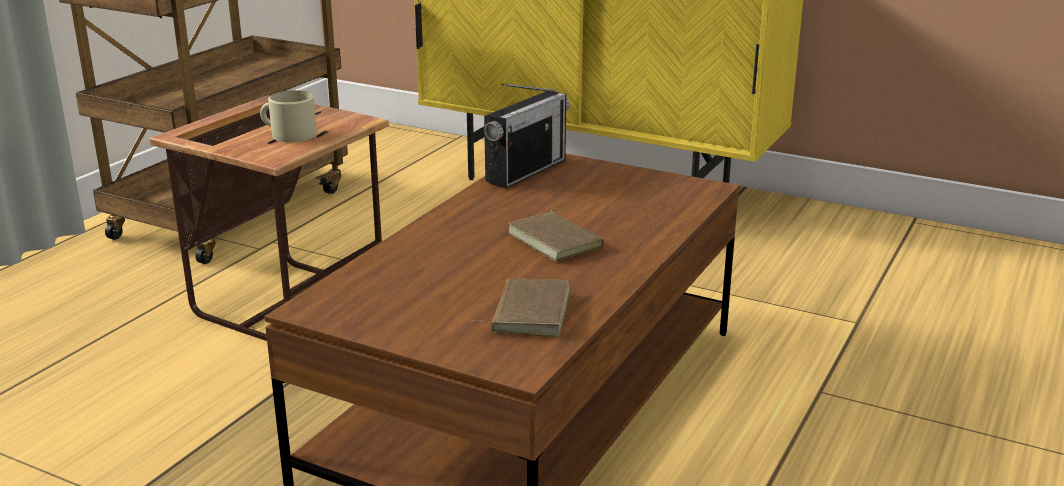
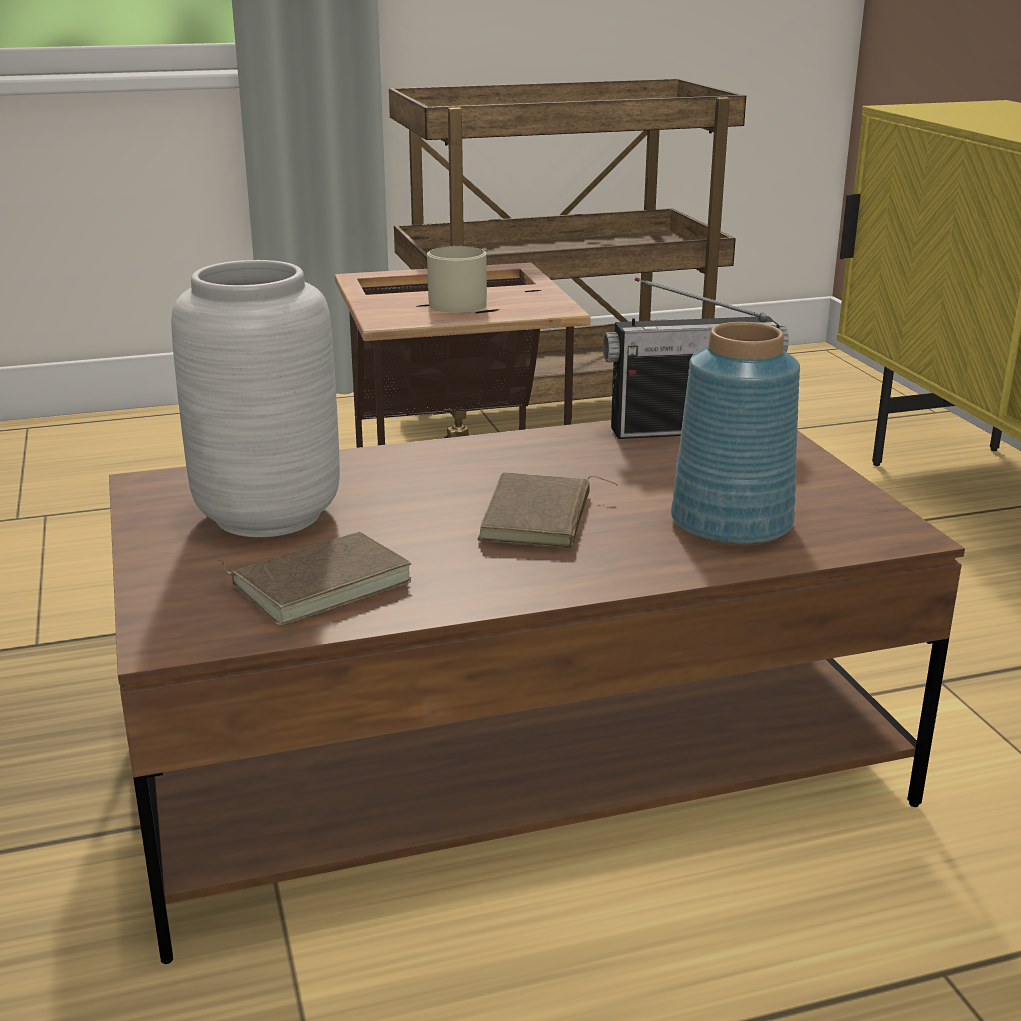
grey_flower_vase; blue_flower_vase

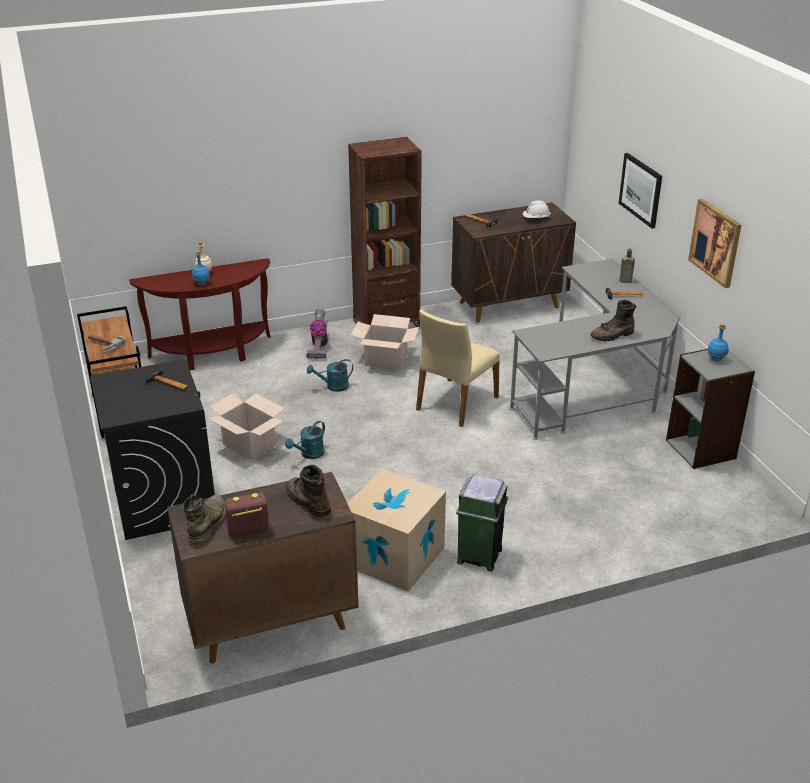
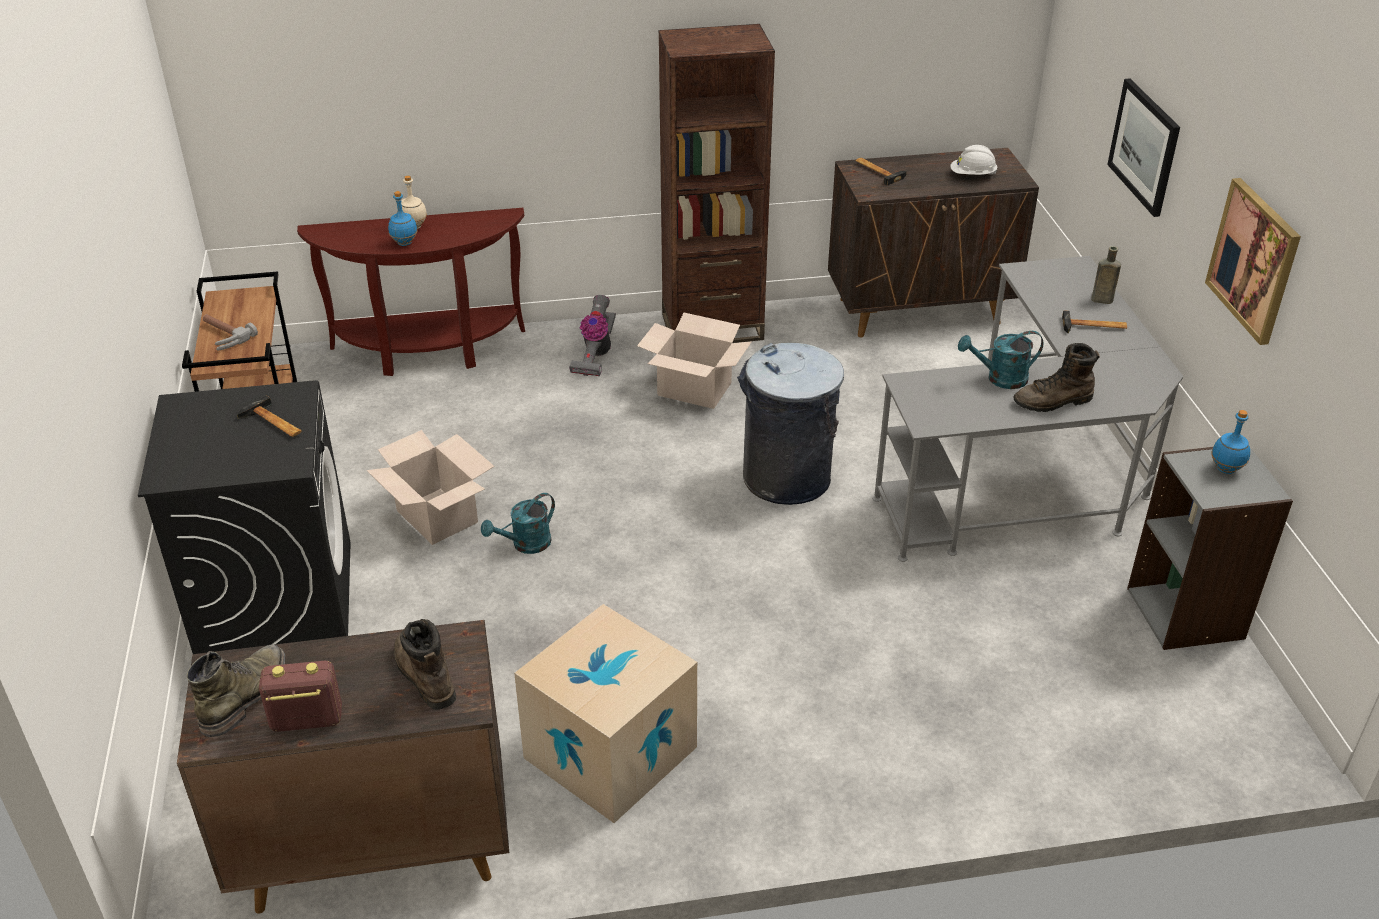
grey_trash_can; blue-green_watering_can (2nd from left); greenish_trash_can

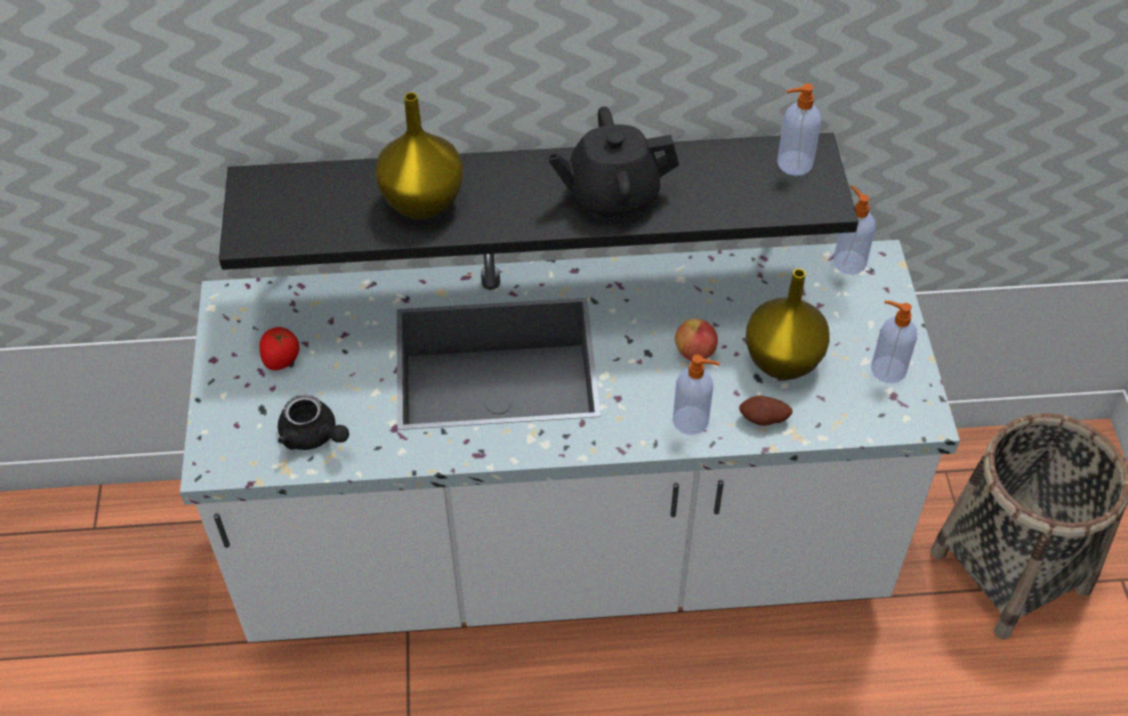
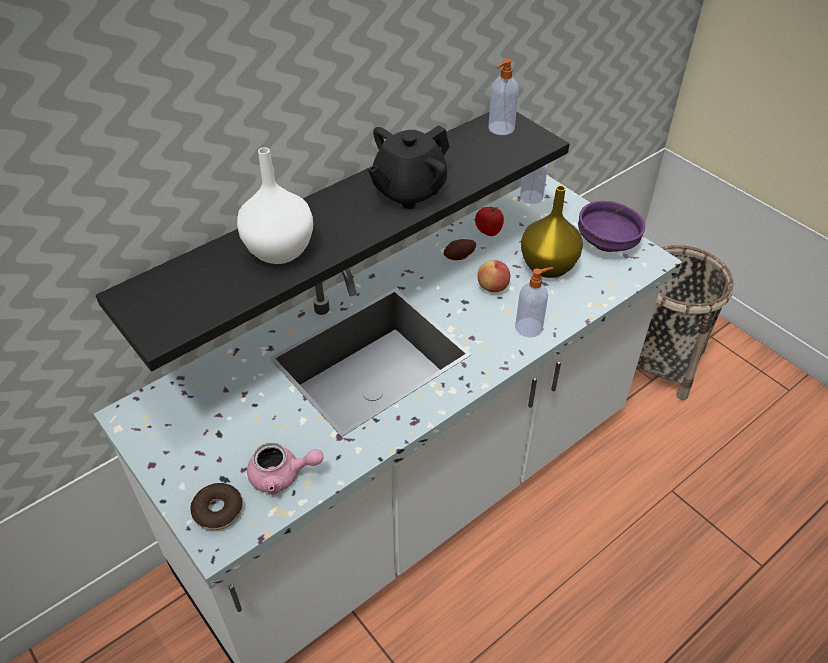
donut; white-coloured_flower_vase; pinkish_pot_for_tea; potato; tomato; purple-coloured_bowl

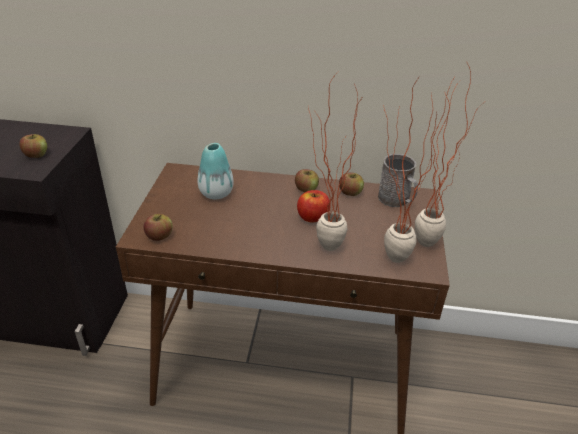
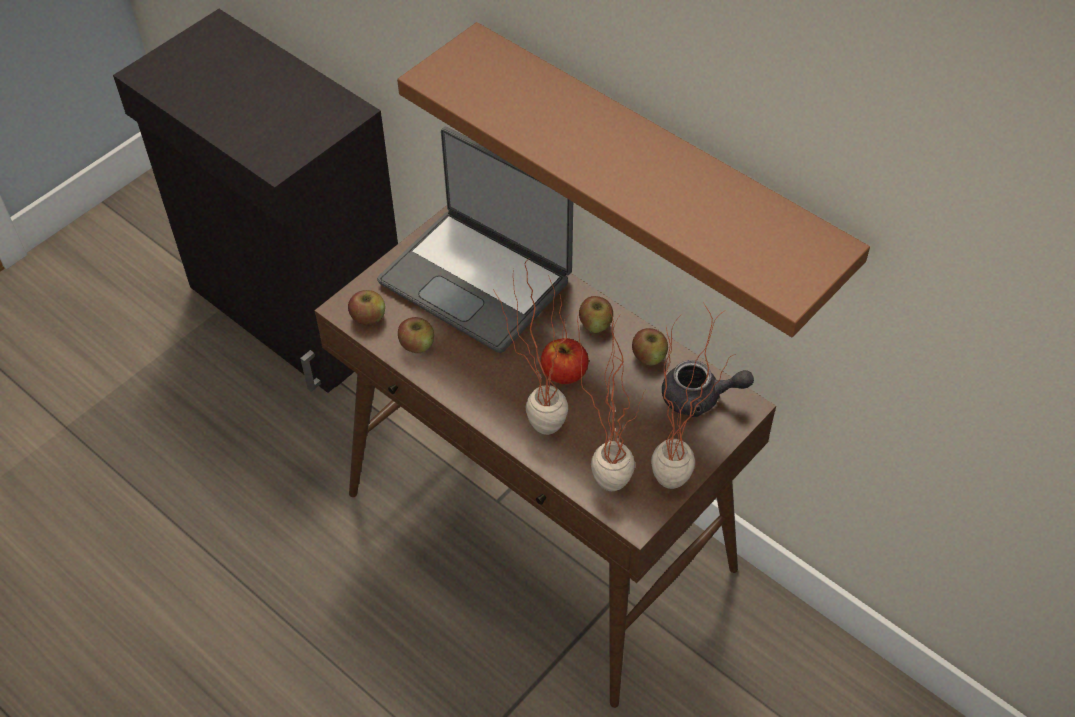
notebook_computer; brown-coloured_wall_shelf; apple (2nd from left); grey_pot_for_tea

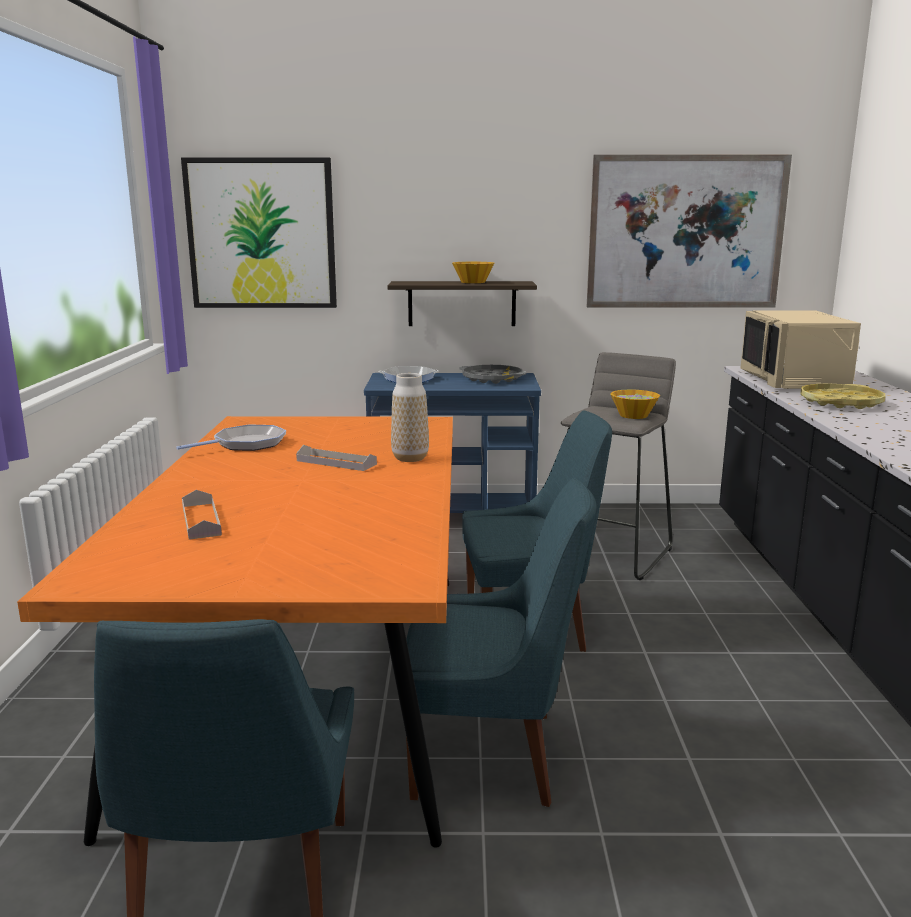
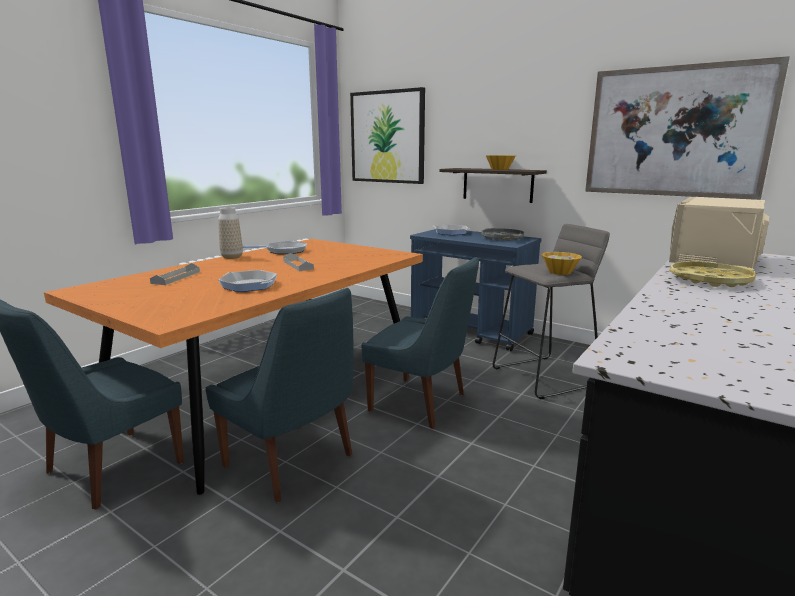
flower_vase; frying_pan (1st from left)

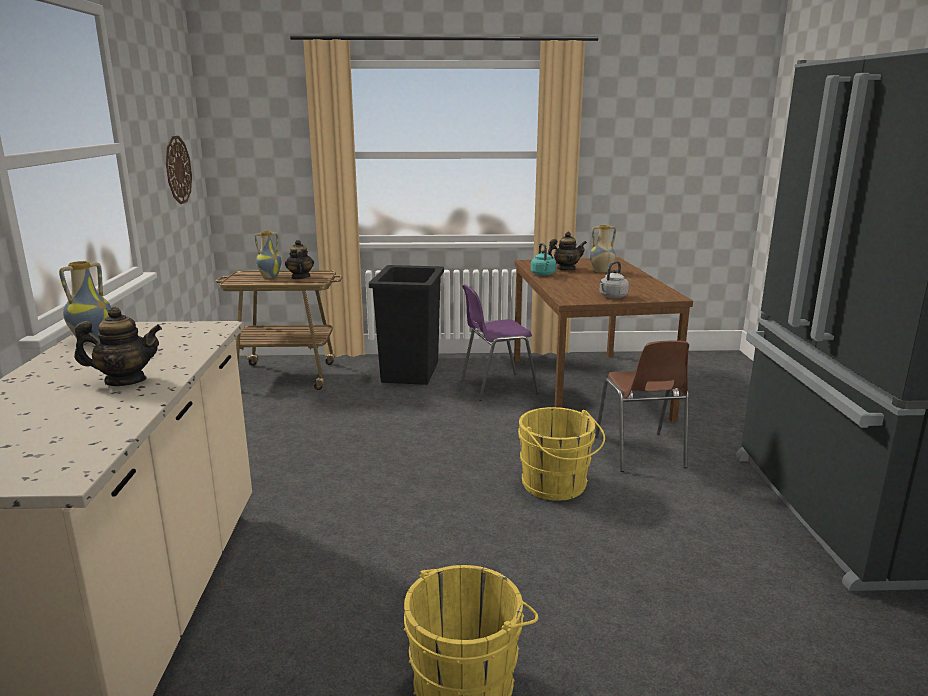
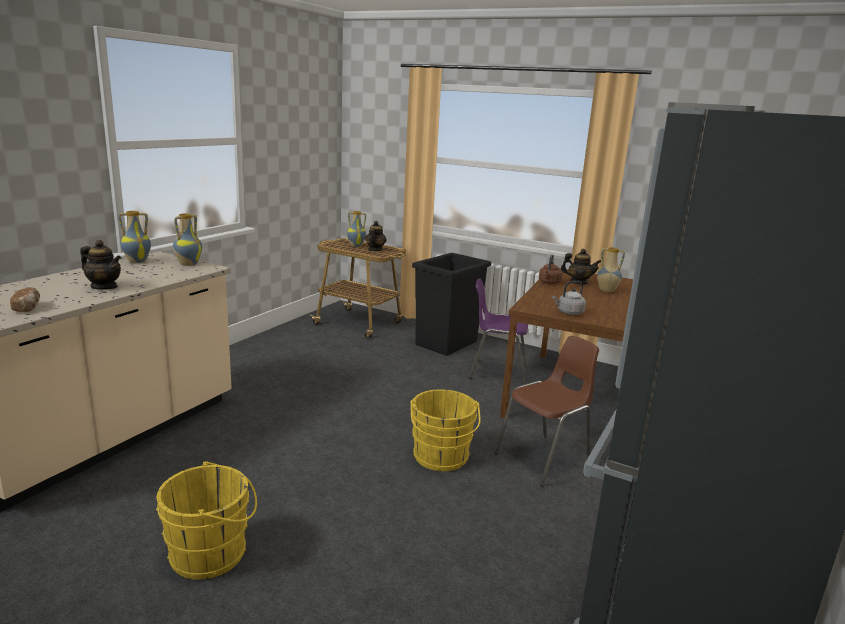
baked_bread; flower_vase (2nd from left); brown-coloured_plain_chair; brown-coloured_tea_kettle; hanging_clock

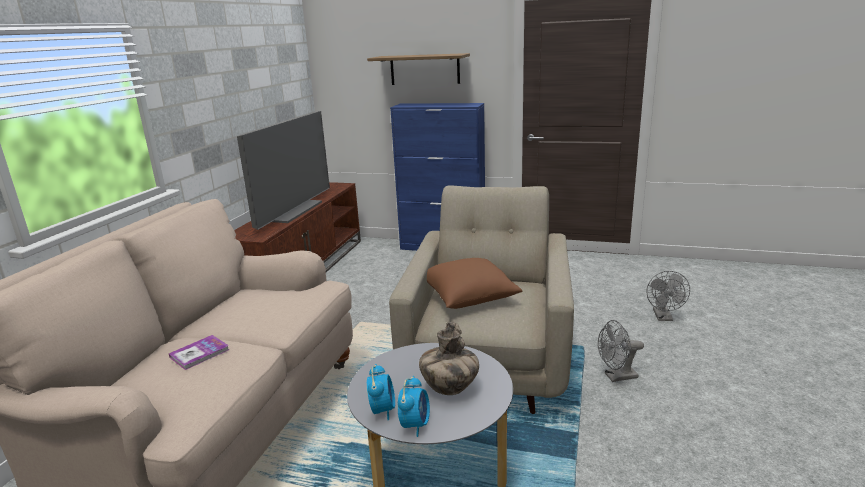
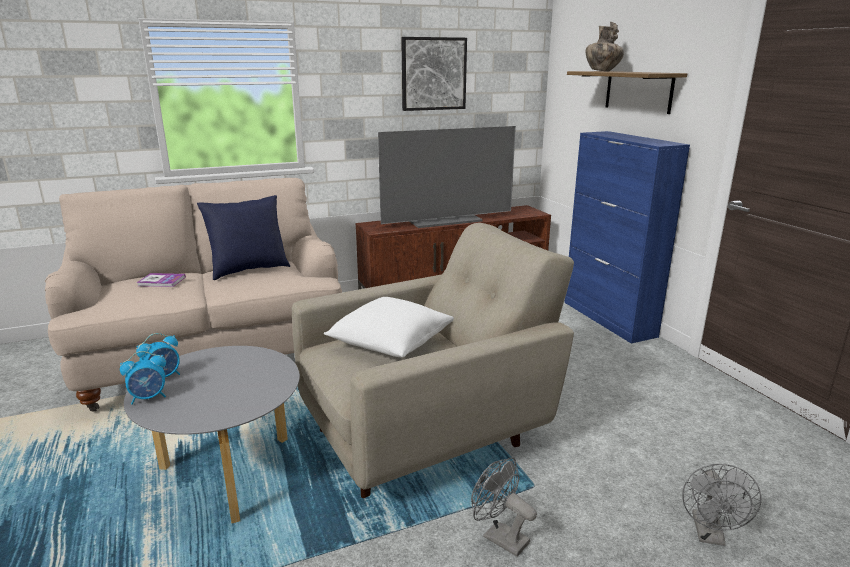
blue_pillow; white-coloured_pillow; wall_picture; flower_vase; grey_cooling_fan (2nd from left)

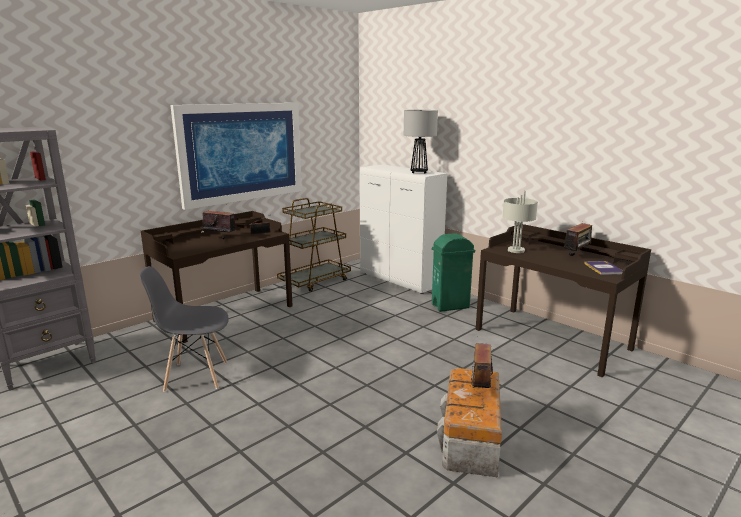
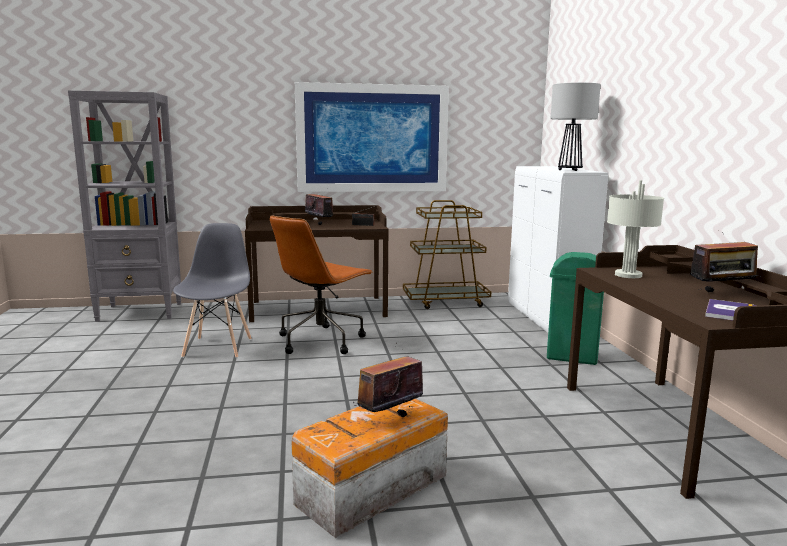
grey_plain_chair; brown-coloured_desk_chair

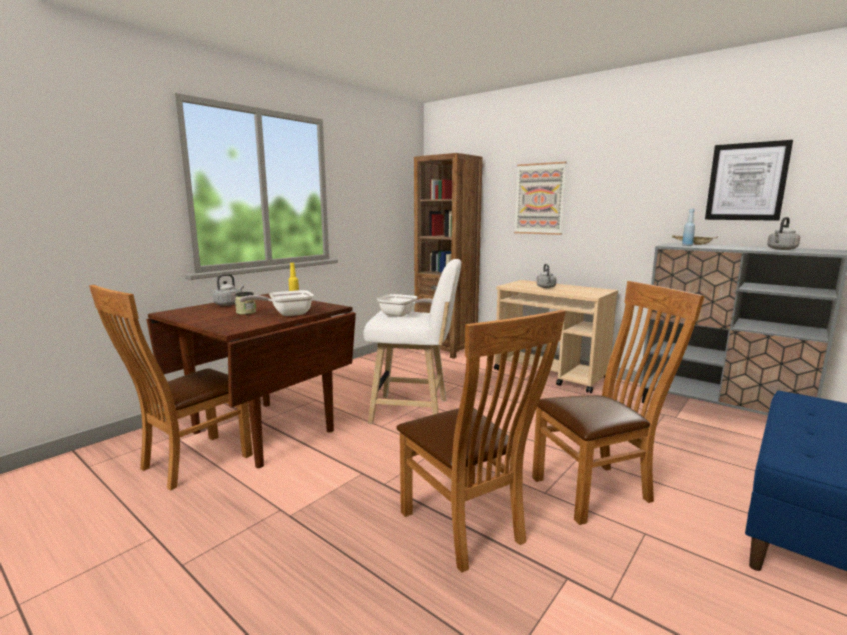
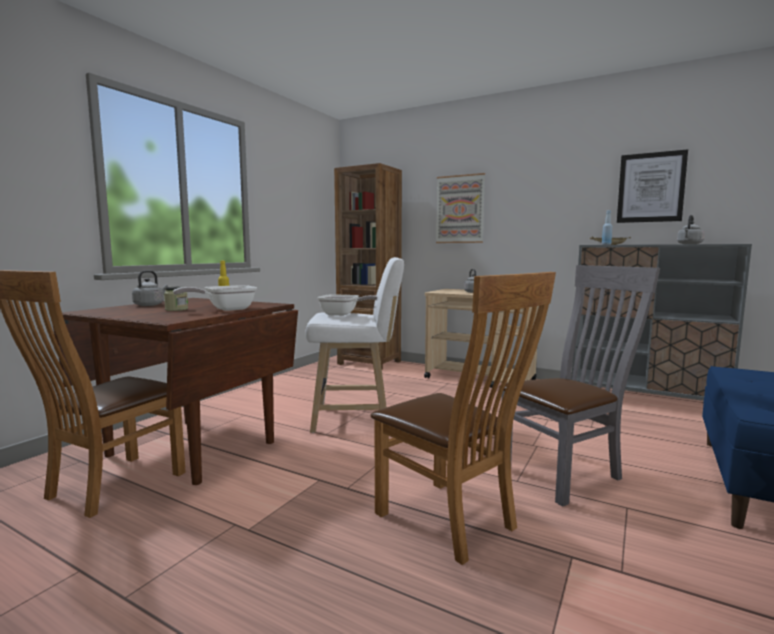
grey_plain_chair

